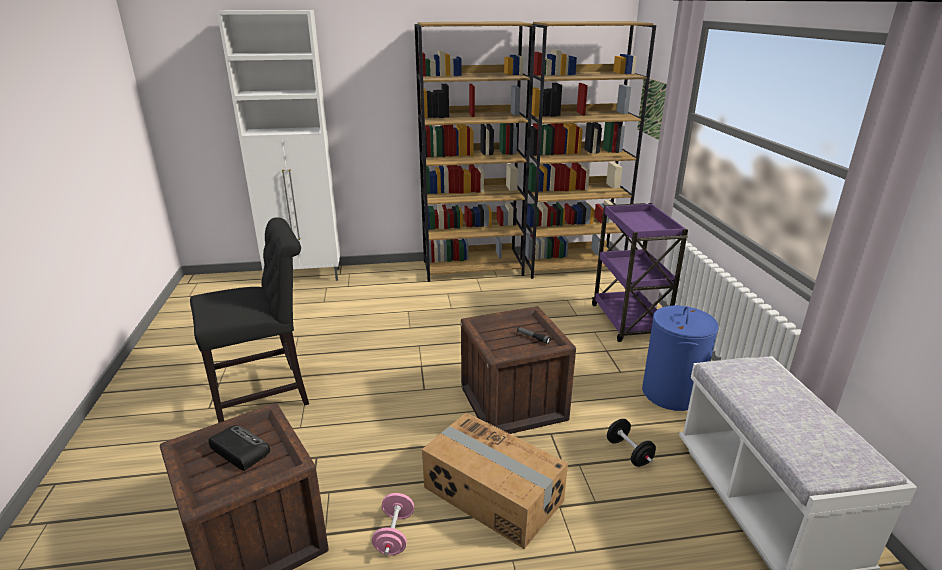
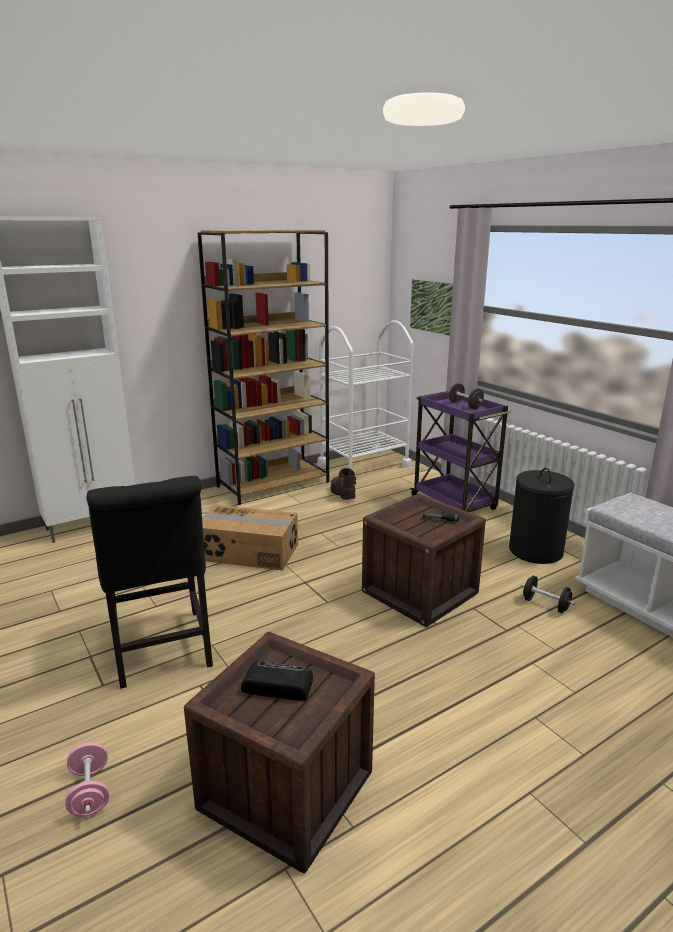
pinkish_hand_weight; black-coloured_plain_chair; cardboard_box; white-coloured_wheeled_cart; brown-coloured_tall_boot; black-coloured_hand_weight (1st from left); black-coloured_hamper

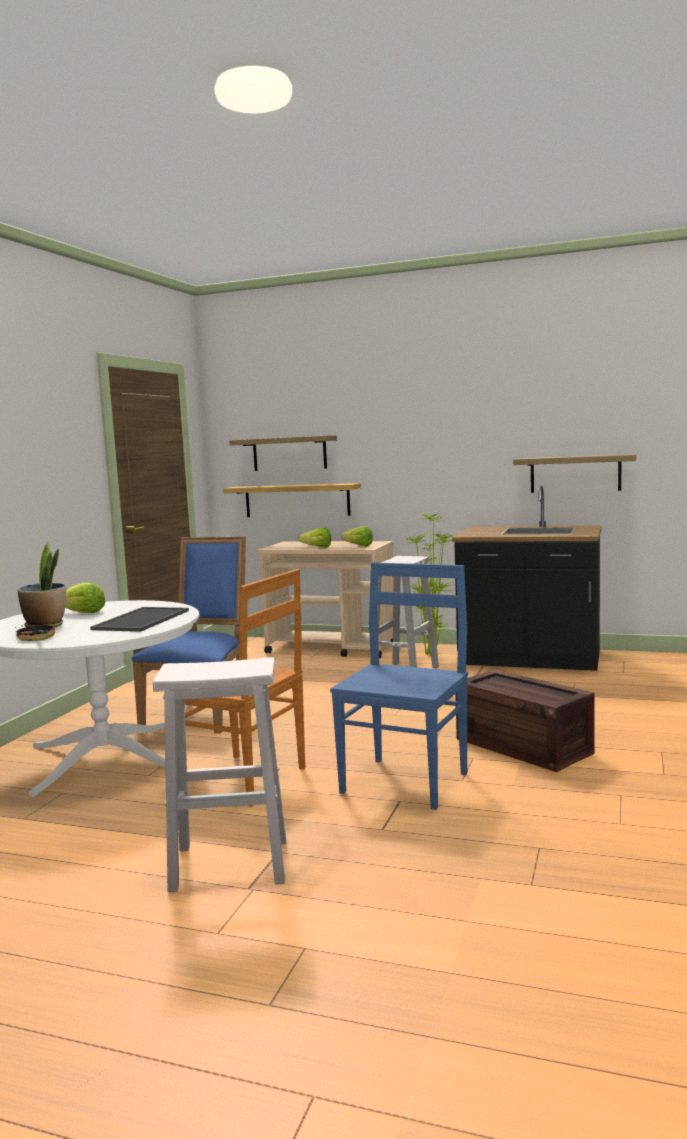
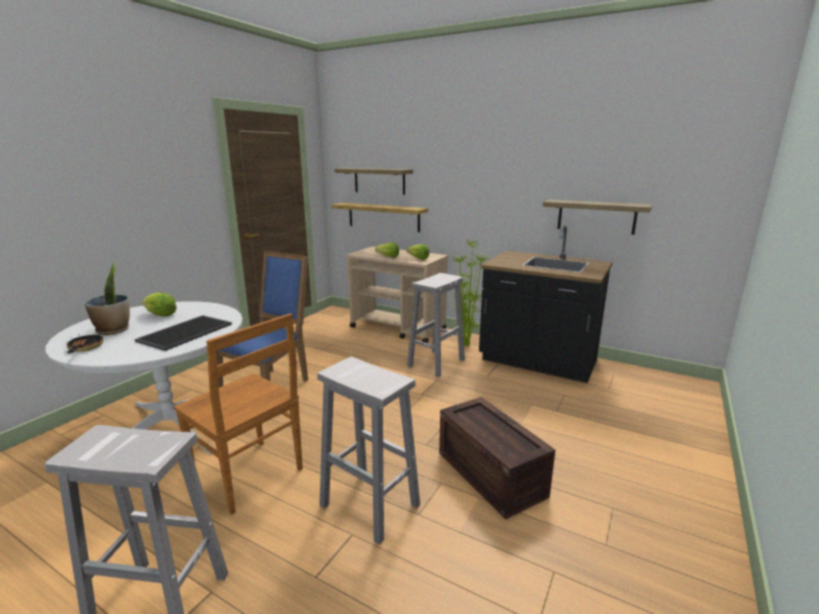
white-coloured_sitting_stool (2nd from left)

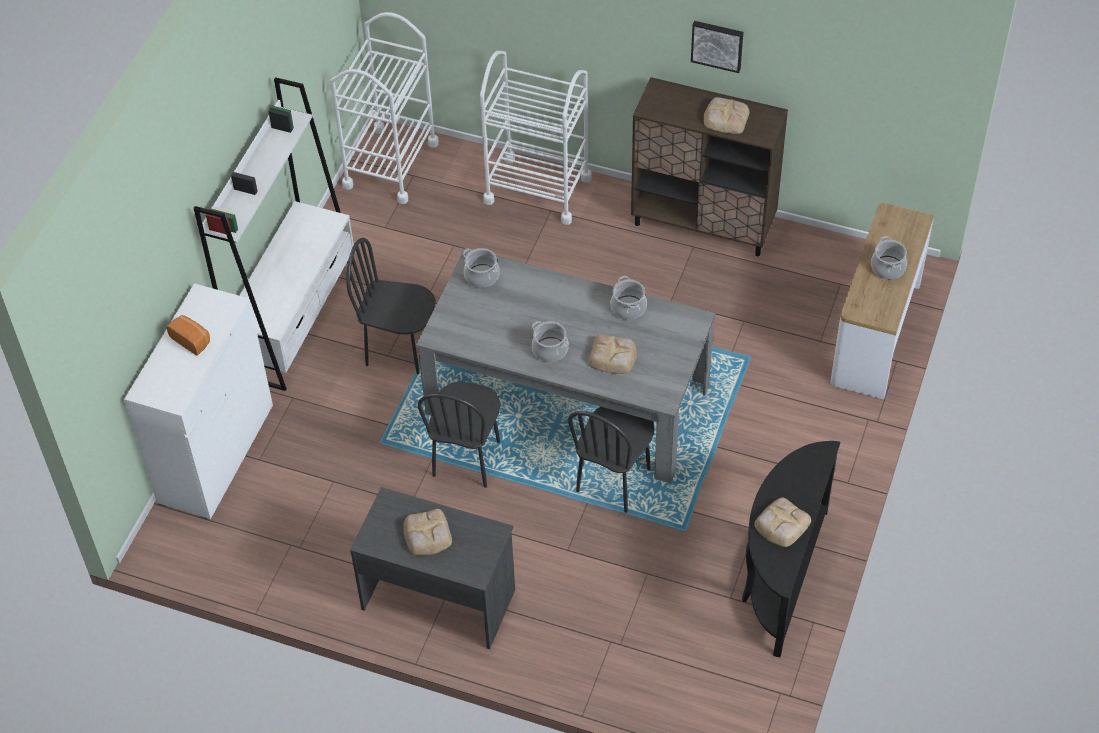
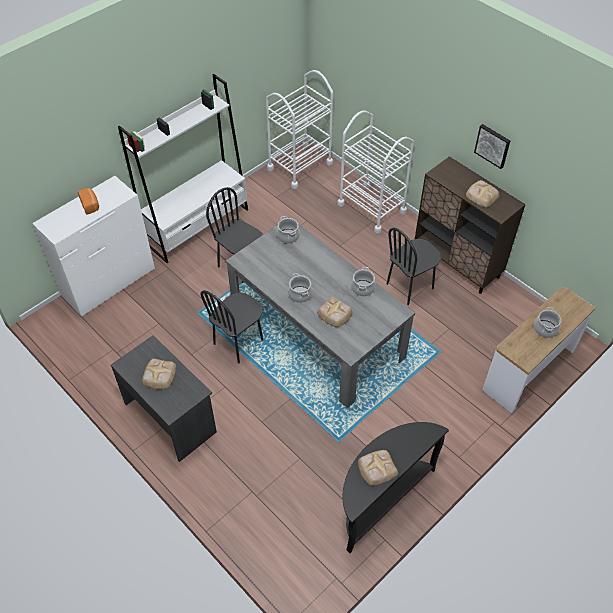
black-coloured_plain_chair (3rd from left)

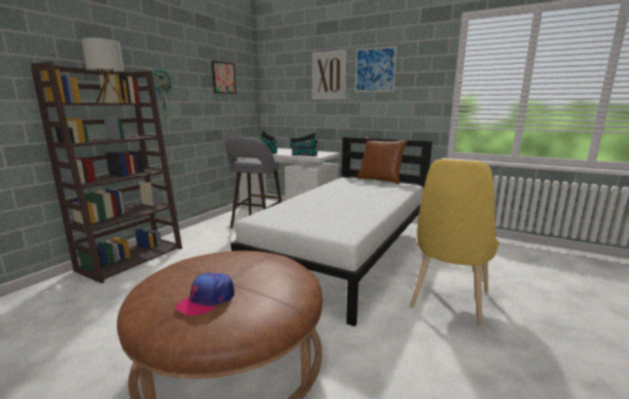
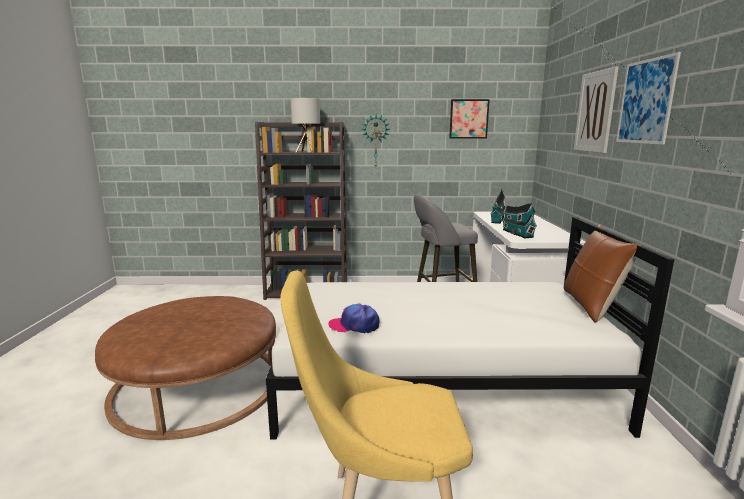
baseball_cap

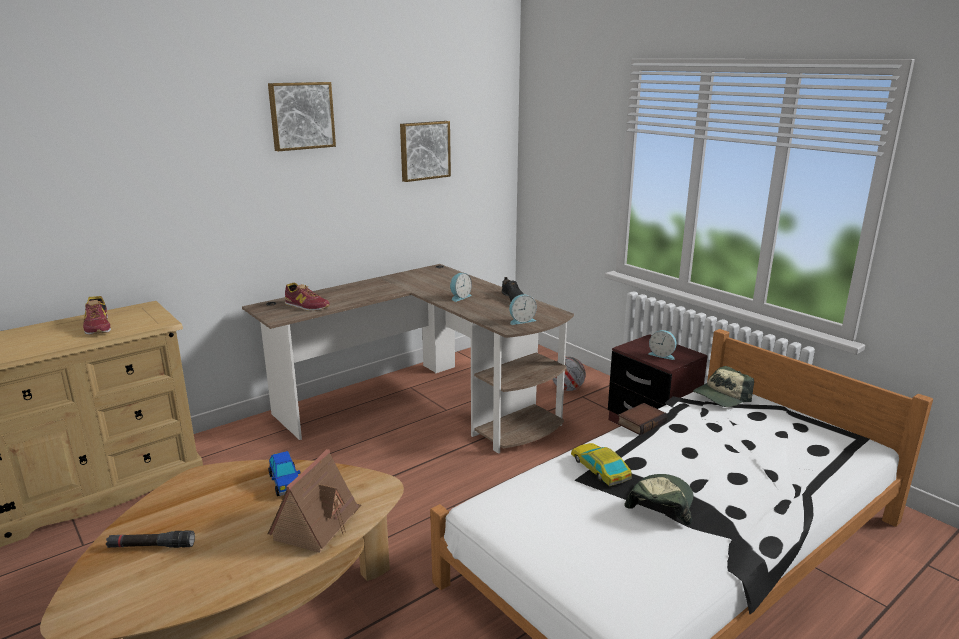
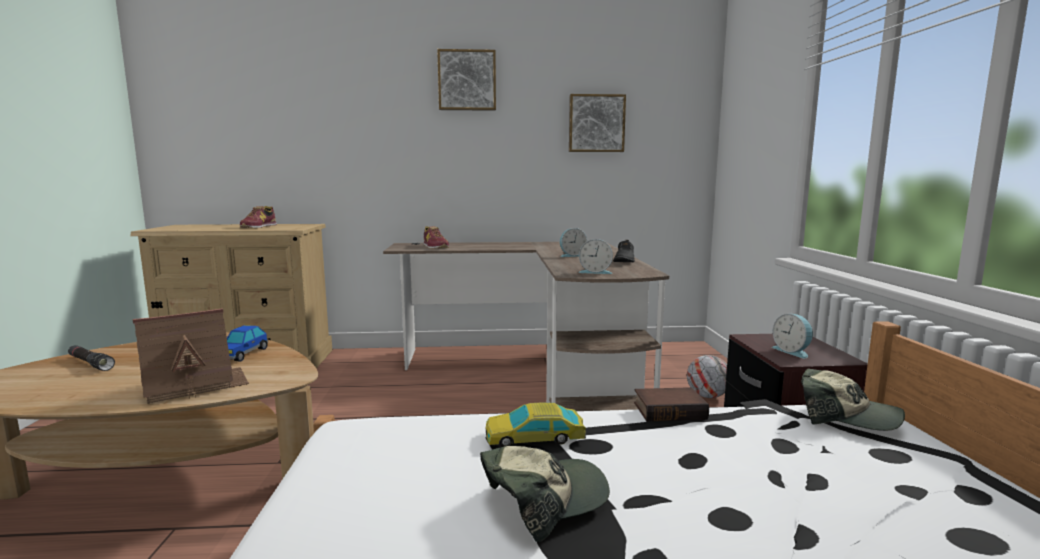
model_car (2nd from left); baseball_cap (2nd from left)

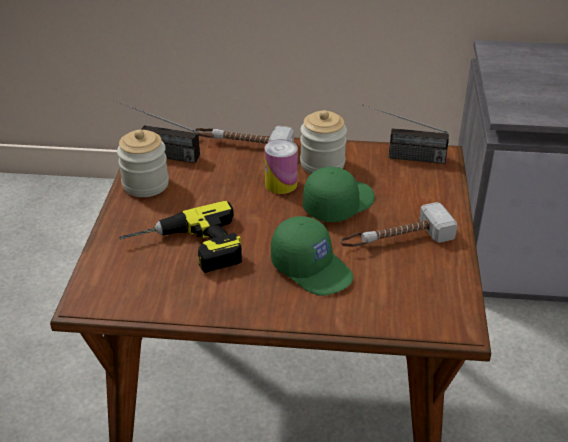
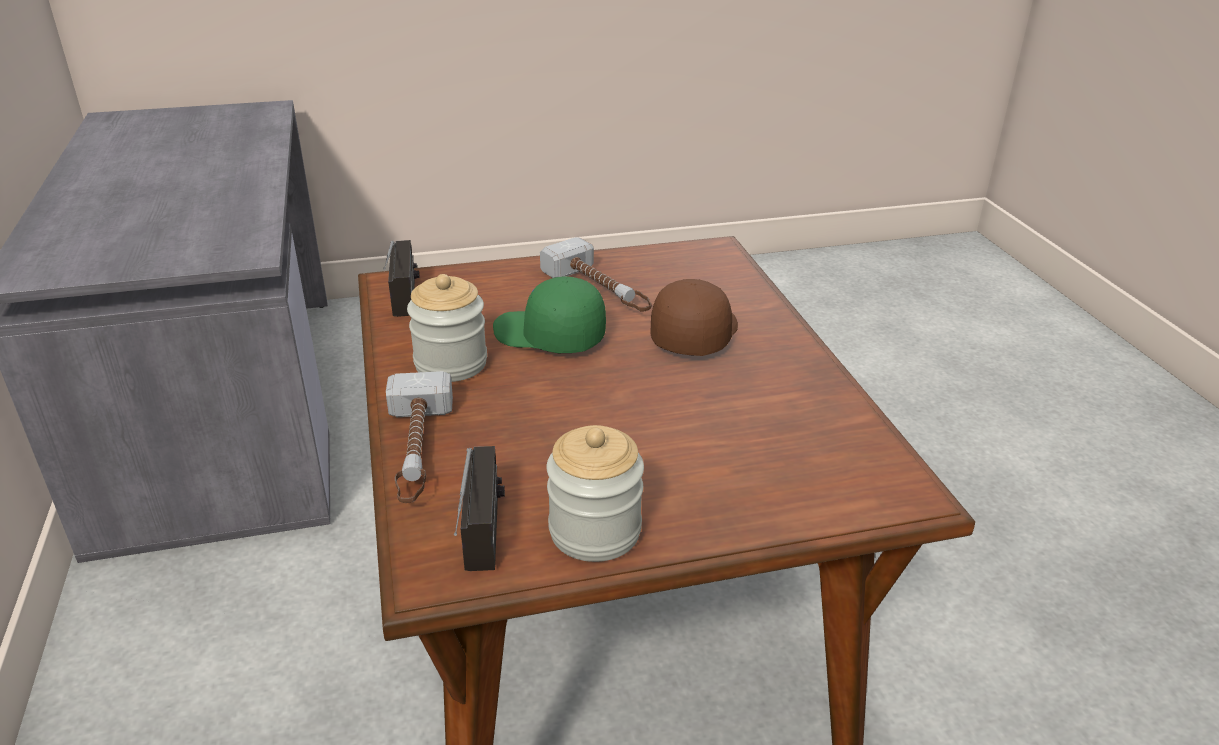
brown-coloured_baseball_cap; power_drill; can

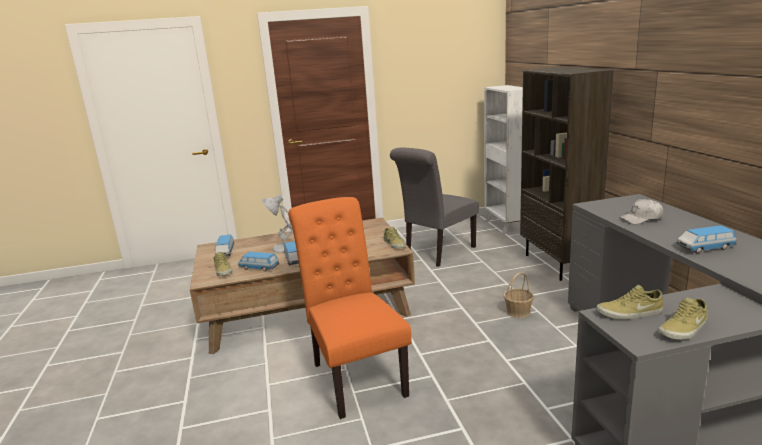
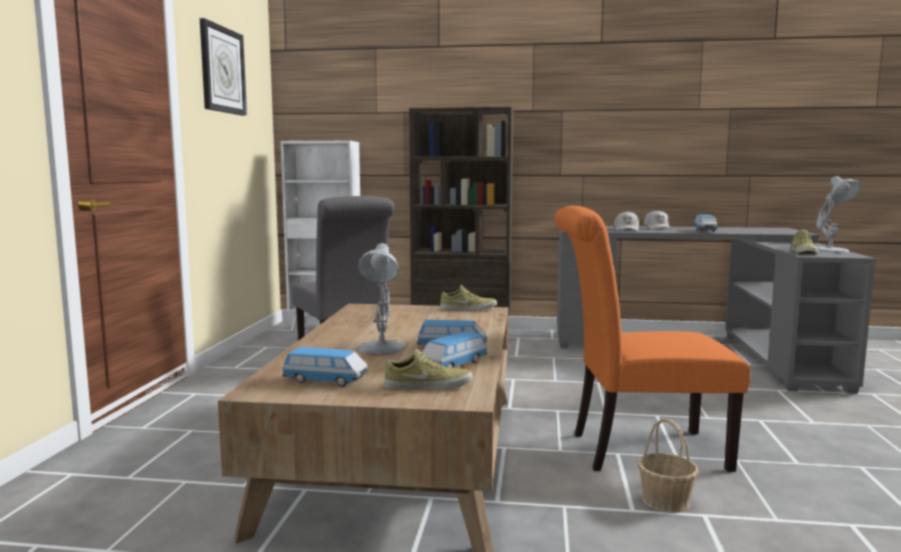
hanging_clock; household_basket; white-coloured_baseball_cap (2nd from left); white-coloured_tabletop_lamp (2nd from left)

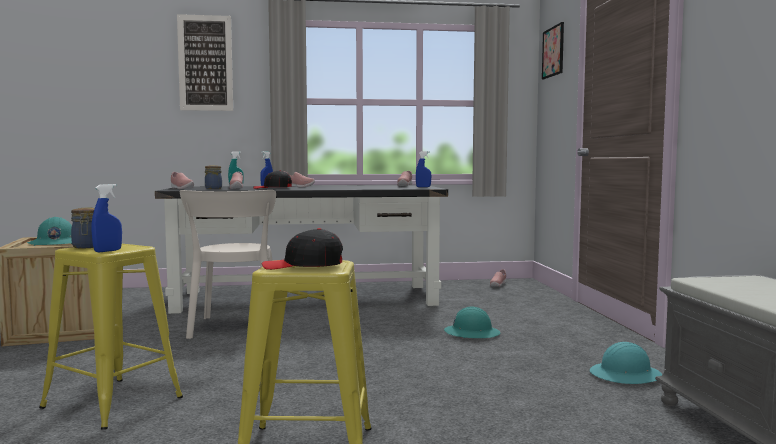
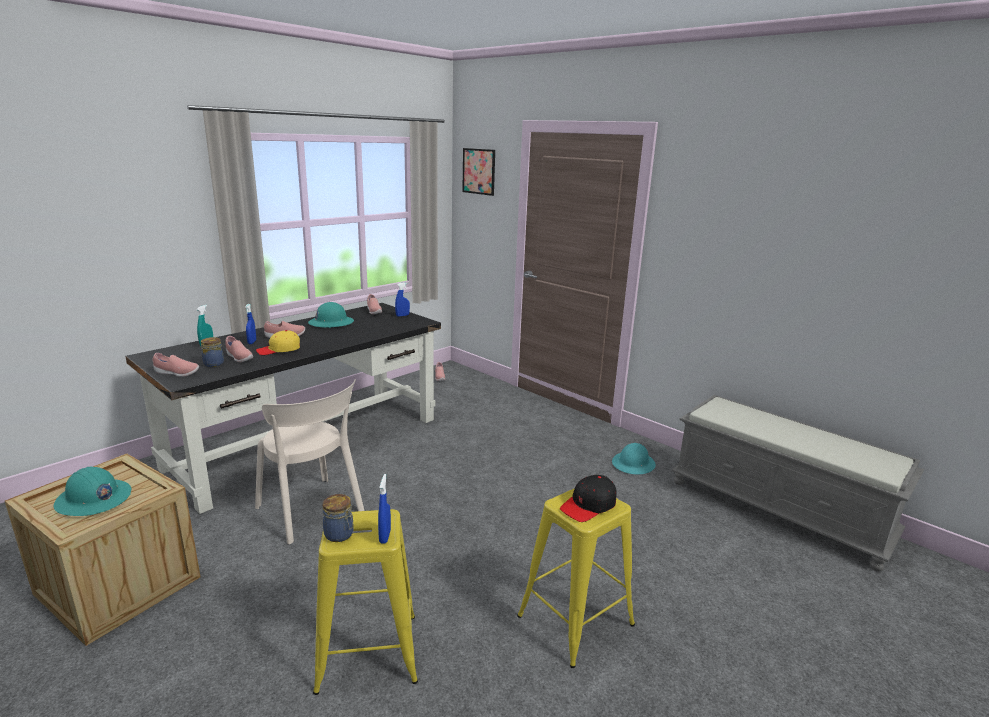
yellowish_baseball_cap; blue-green_safety_helmet (2nd from left); wall_picture (1st from left in the first image)

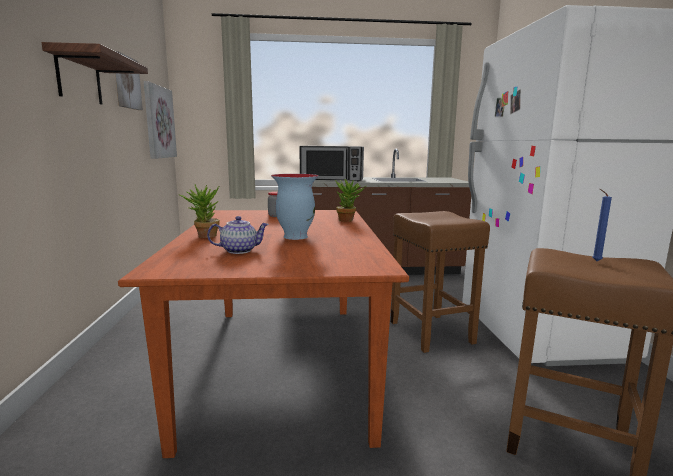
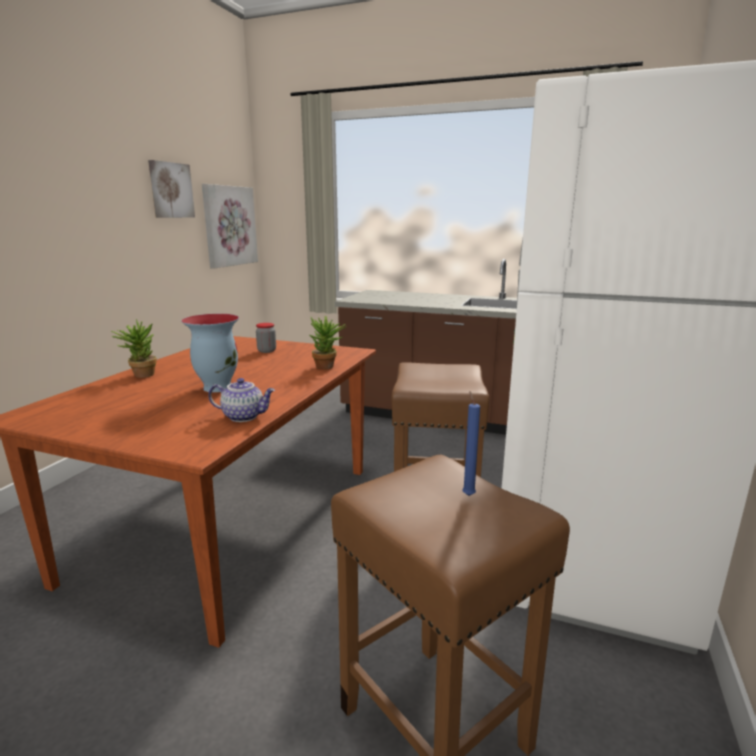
pot_for_tea; wall_shelf; microwave_oven

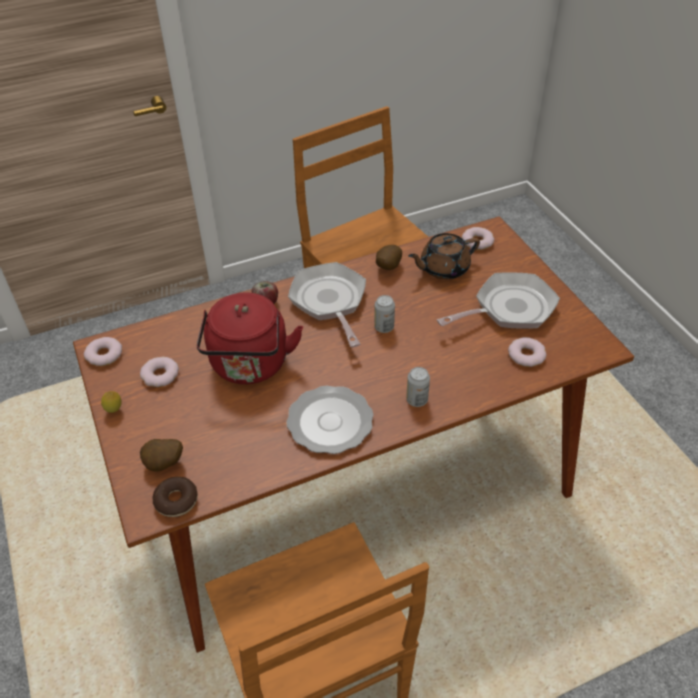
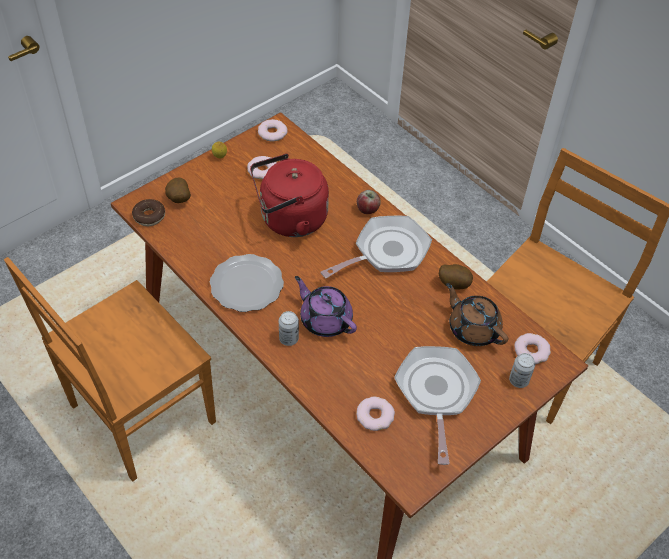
purple-coloured_pot_for_tea; frying_pan (2nd from left); can (2nd from left)

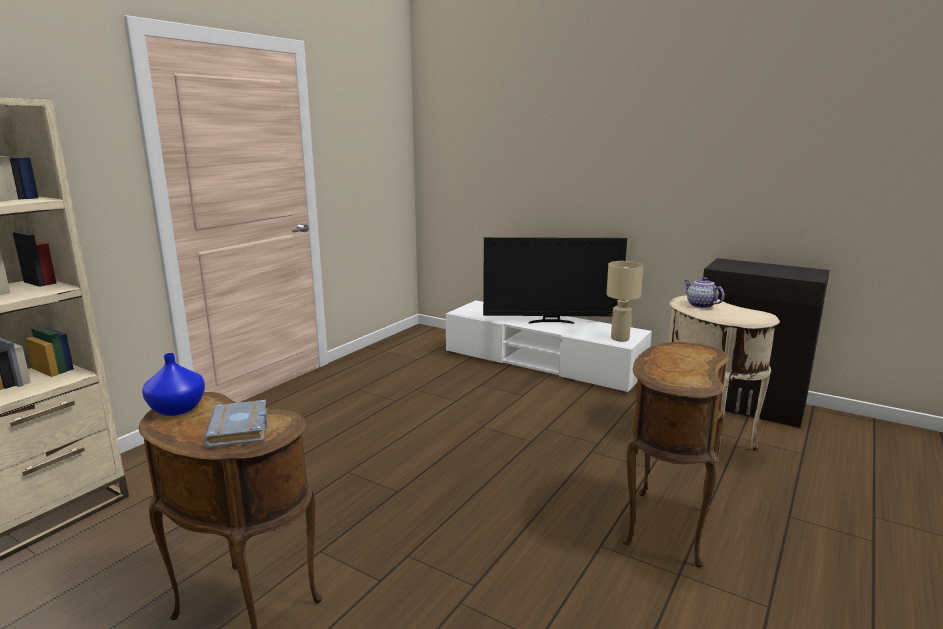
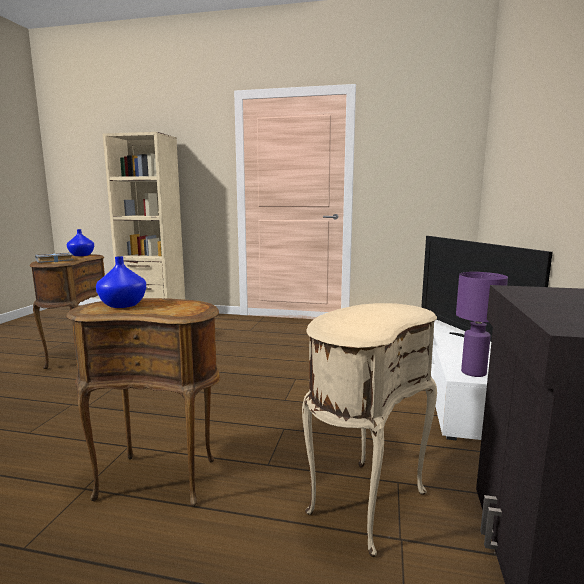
blue_flower_vase (2nd from left); purple-coloured_tabletop_lamp; pot_for_tea

